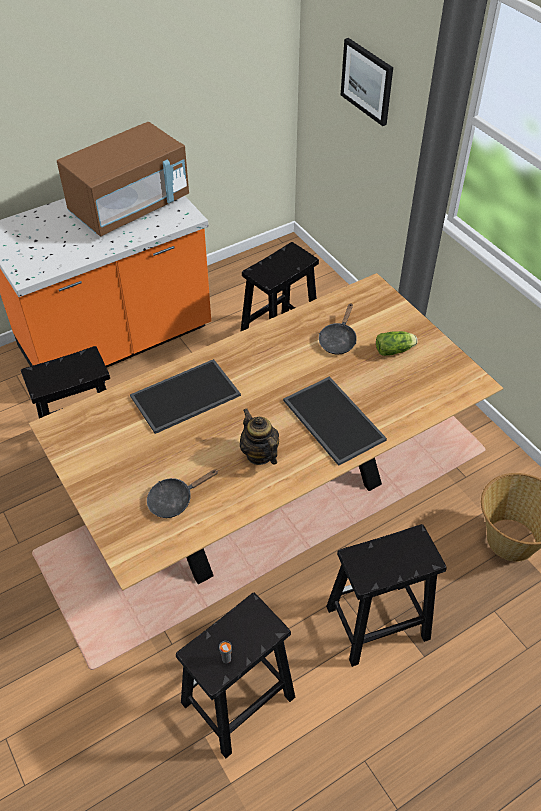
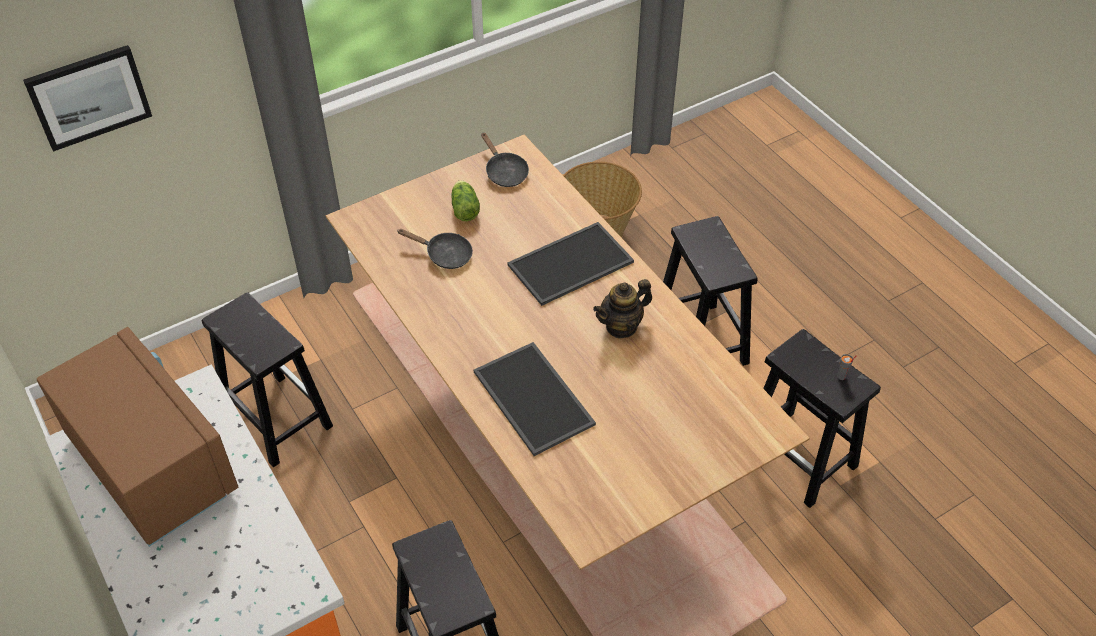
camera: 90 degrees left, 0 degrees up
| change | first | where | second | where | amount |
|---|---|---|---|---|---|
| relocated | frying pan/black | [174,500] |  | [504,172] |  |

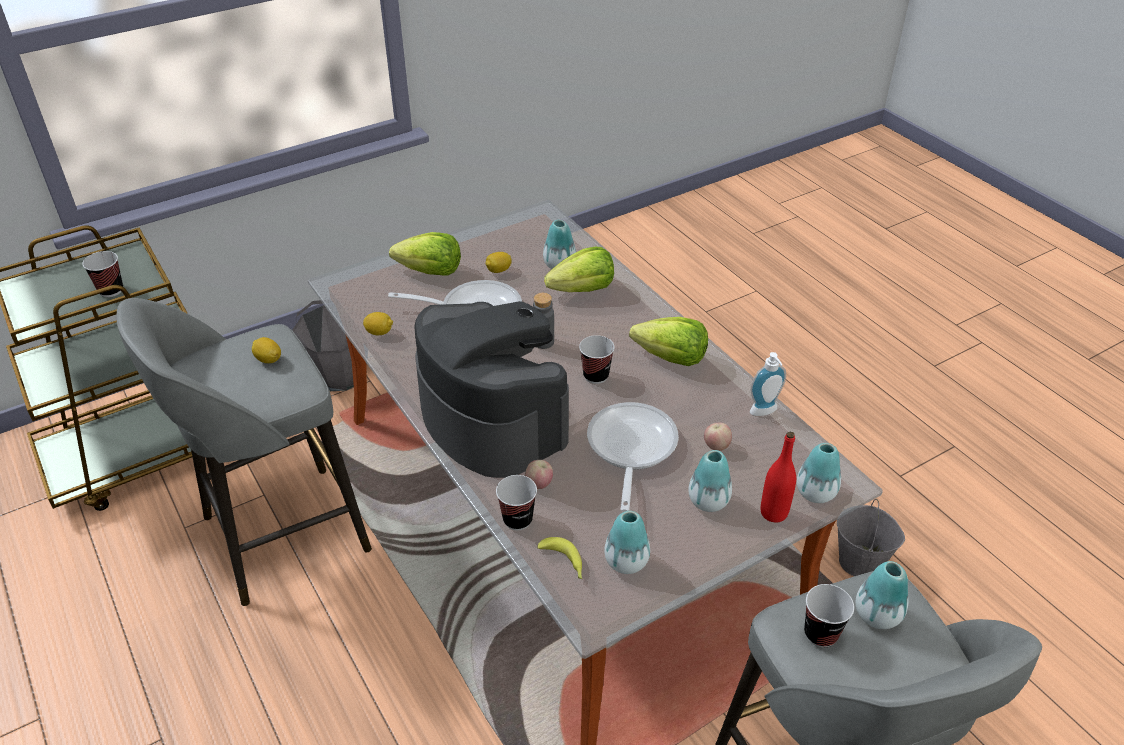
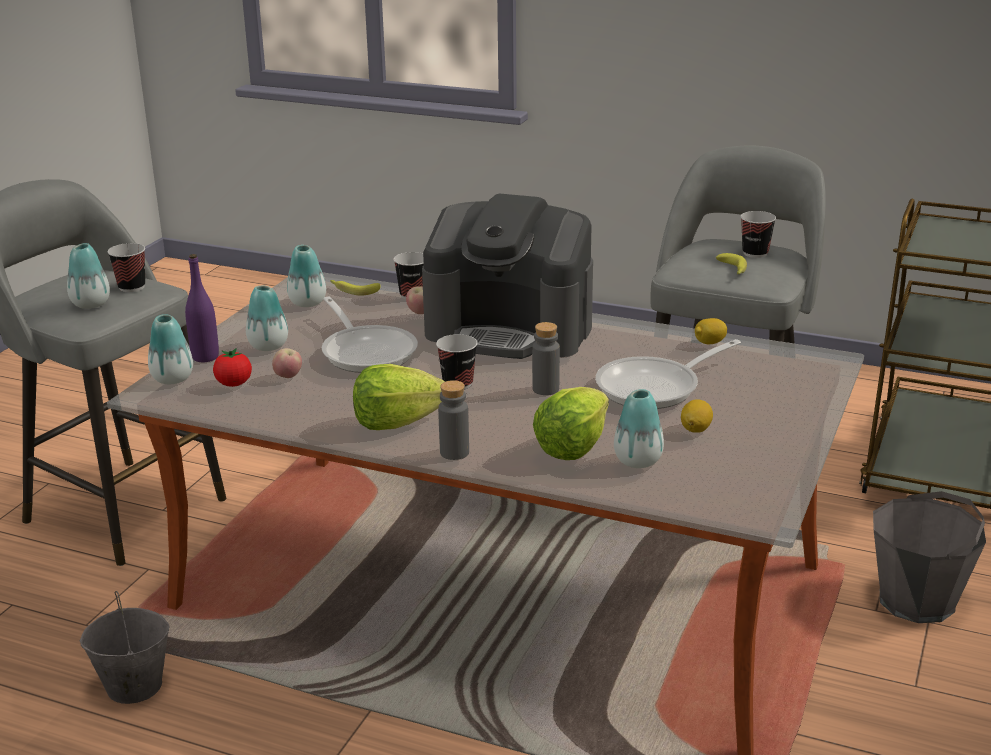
camera: 145 degrees right, 15 degrees down
| change | first | where | second | where | amount |
|---|---|---|---|---|---|
| colour | bottle/red | [773,513] | bottle/purple | [205,357] |  |
| appeared |  |  | tomato | [234,384] |  |
| appeared |  |  | bottle/grey | [454,452] |  |
| exchanged | lemon | [268,359] | banana | [732,270] |  |
| relocated | cup | [111,290] |  | [755,253] |  |
| missing | lettuce | [430,271] |  |  |  |
| missing | soap dispenser | [765,412] |  |  |  |

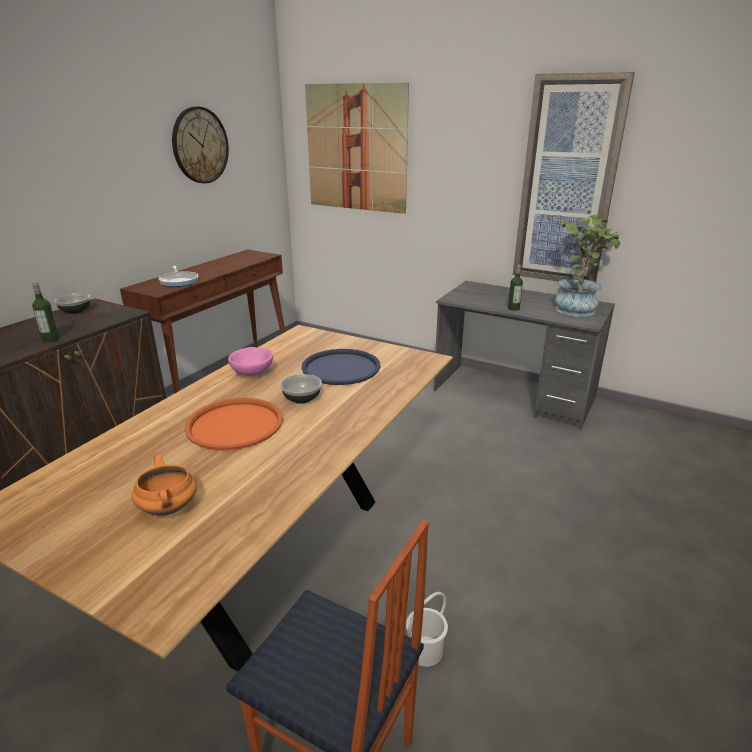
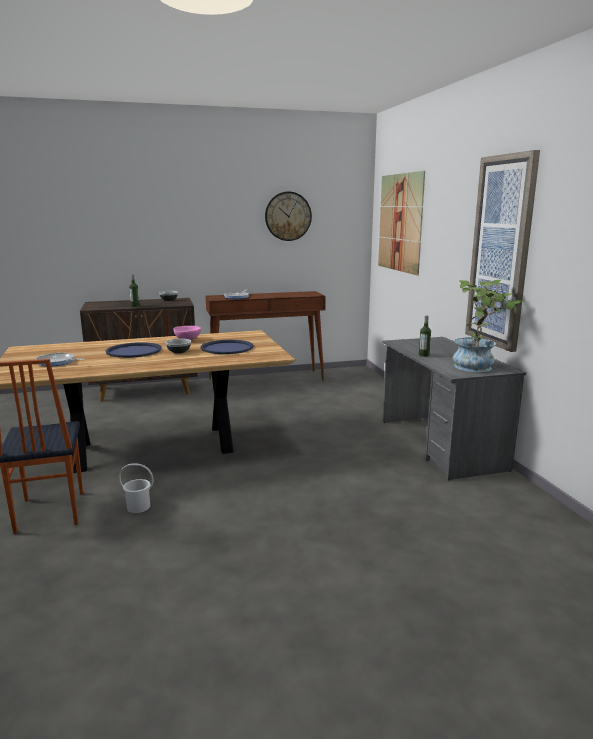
camera: 45 degrees right, 10 degrees down
| change | first | where | second | where | amount |
|---|---|---|---|---|---|
| exchanged | cooking pot/orange | [169,508] | frying pan | [57,362] |  |
| colour | tray/orange | [234,424] | tray/blue | [134,351] |  |

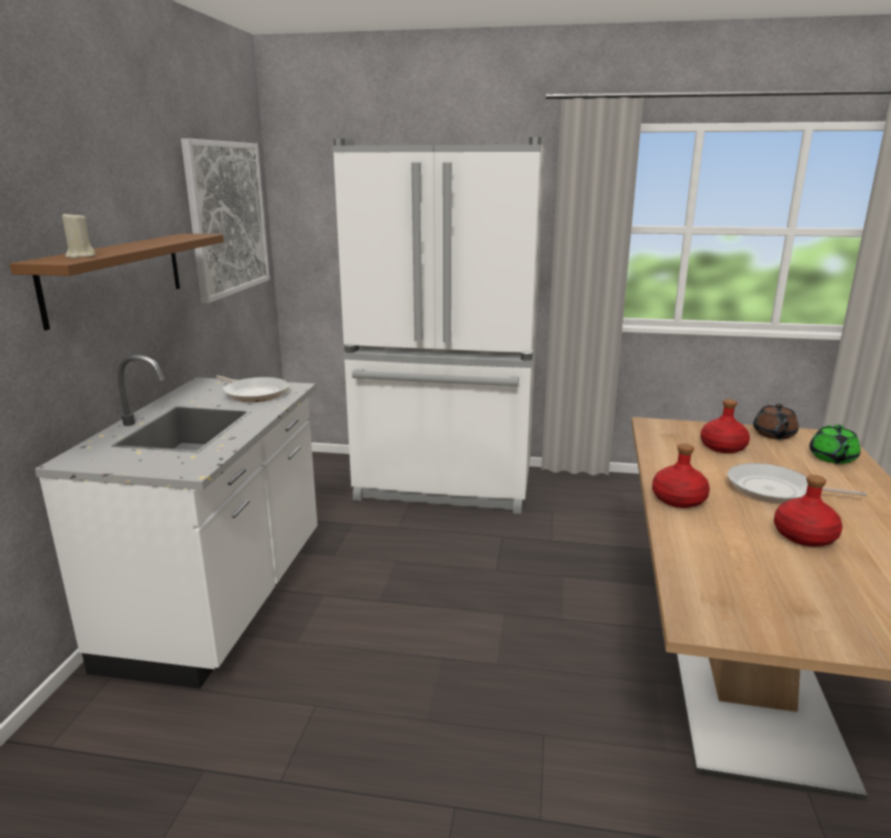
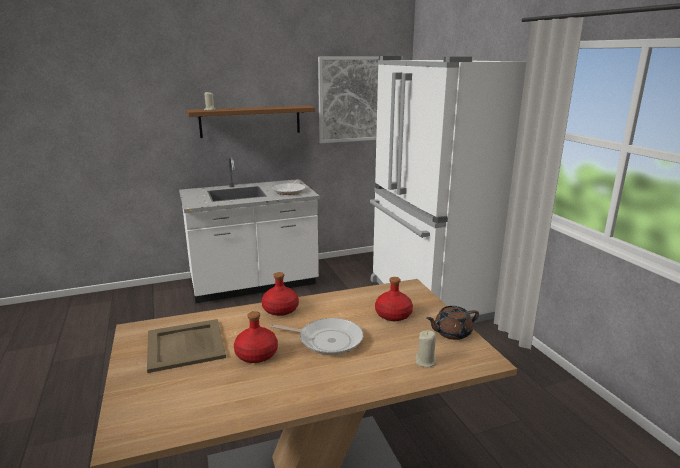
camera: 60 degrees right, 0 degrees up
| change | first | where | second | where | amount |
|---|---|---|---|---|---|
| appeared |  |  | tray/beige | [186,345] |  |
| spun | frying pan | [775,490] |  | [327,340] | 120 degrees clockwise |
| exchanged | teapot/green | [832,458] | candle/beige | [426,361] |  |

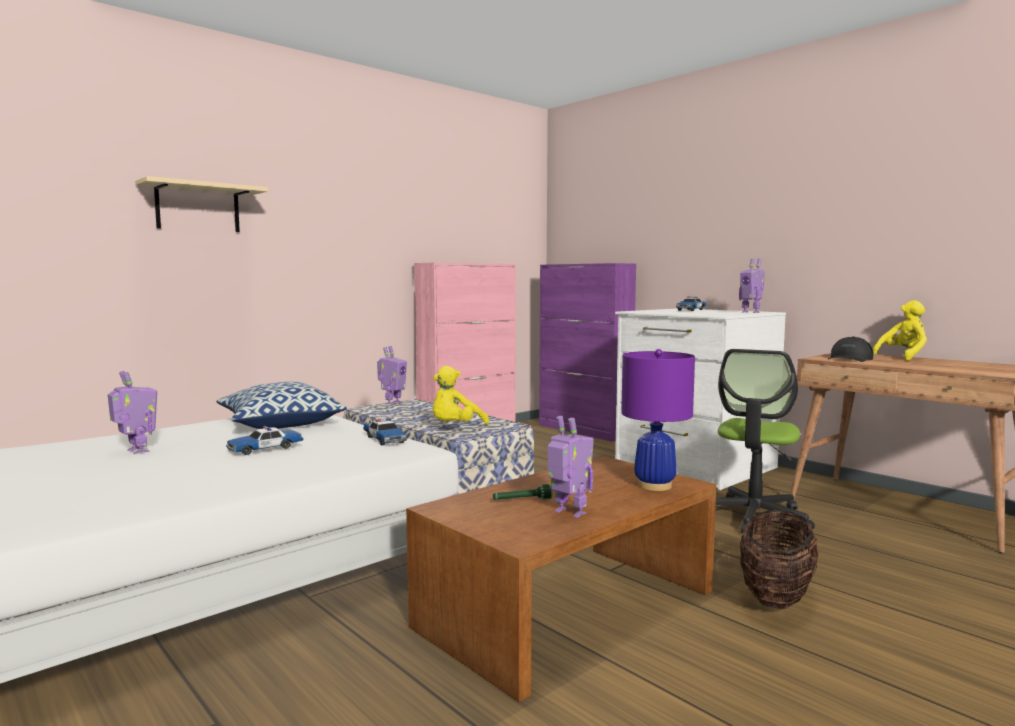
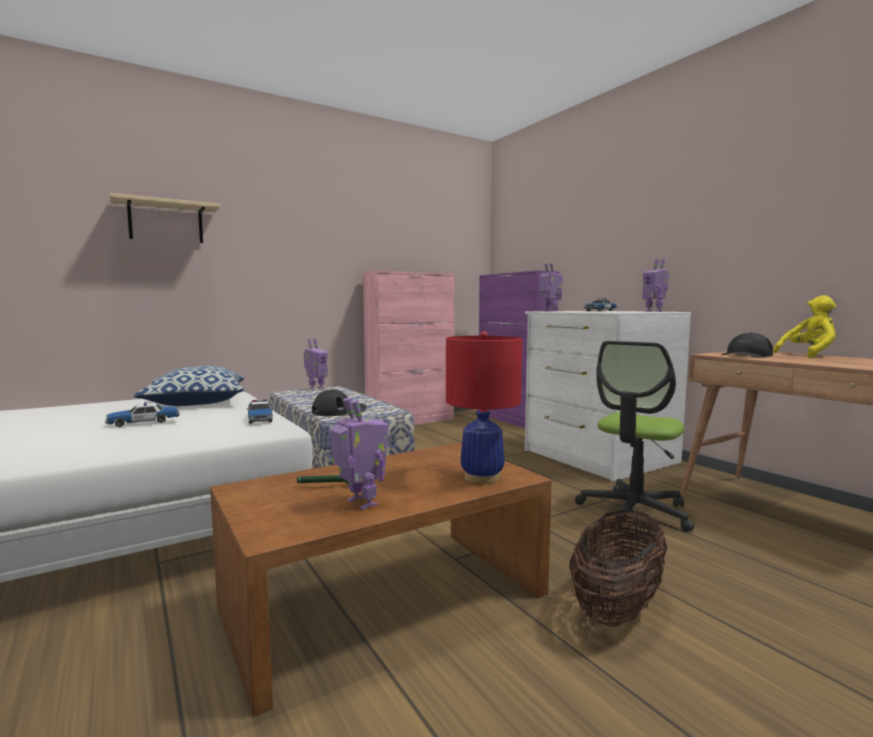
camera: 10 degrees right, 0 degrees up
| change | first | where | second | where | amount |
|---|---|---|---|---|---|
| exchanged | plush toy/yellow | [455,428] | cap/black | [339,411] |  |
| colour | table lamp/purple | [655,485] | table lamp/red | [482,477] |  |
| relocated | toy robot | [136,451] |  | [549,311] |  |

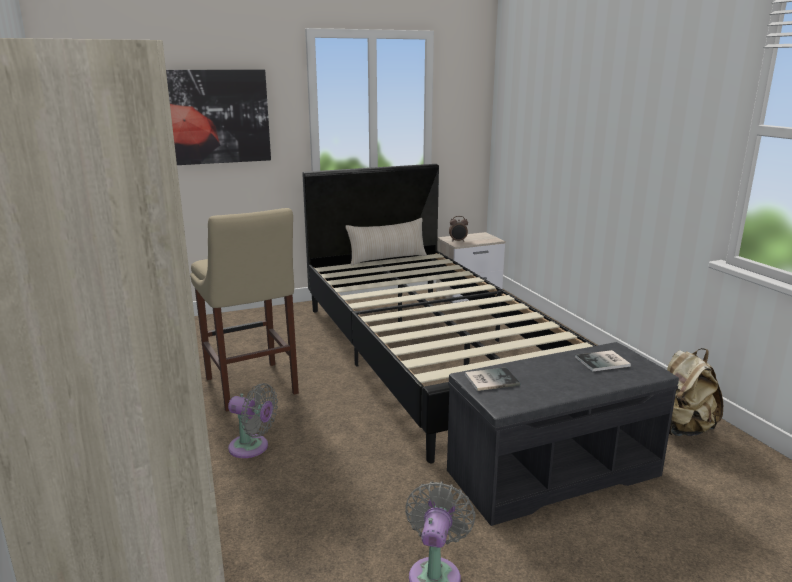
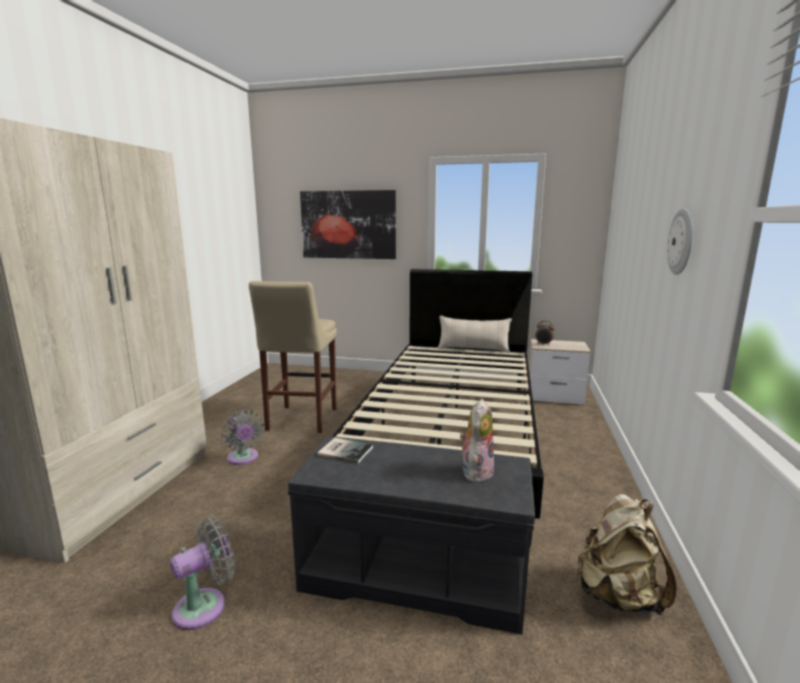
camera: 35 degrees right, 5 degrees down
| change | first | where | second | where | amount |
|---|---|---|---|---|---|
| exchanged | book | [604,362] | plush toy | [476,471] |  |
| appeared |  |  | wall clock | [682,242] |  |

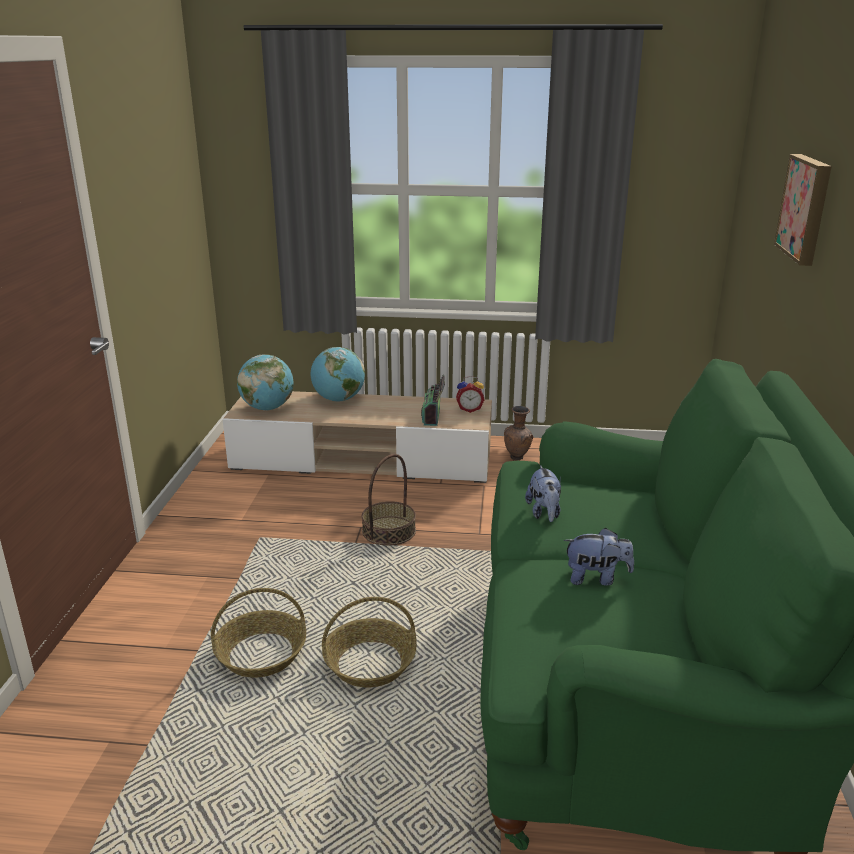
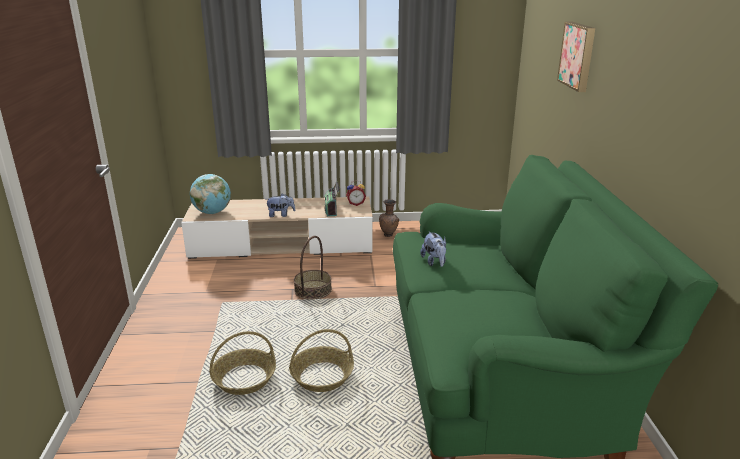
camera: 10 degrees left, 0 degrees up
| change | first | where | second | where | amount |
|---|---|---|---|---|---|
| relocated | plush toy | [596,578] |  | [281,215] |  |
| missing | globe | [338,400] |  |  |  |

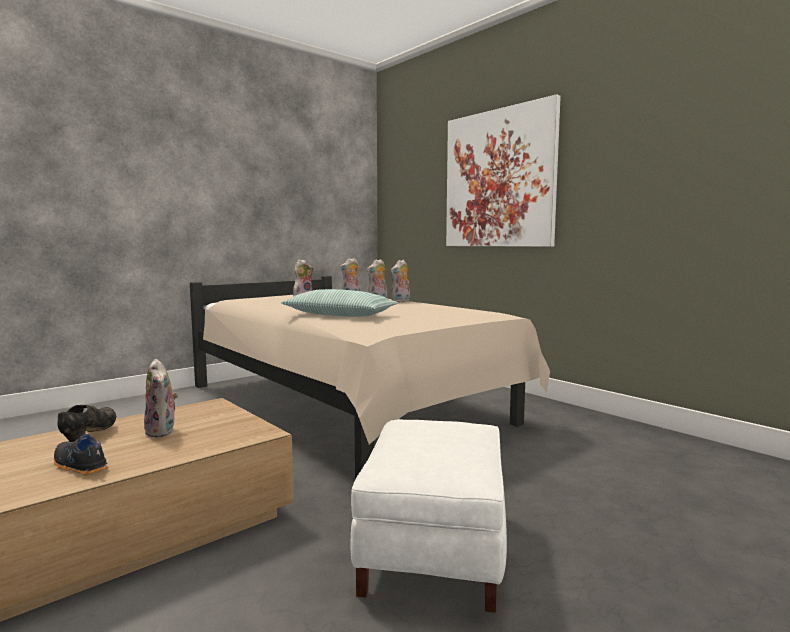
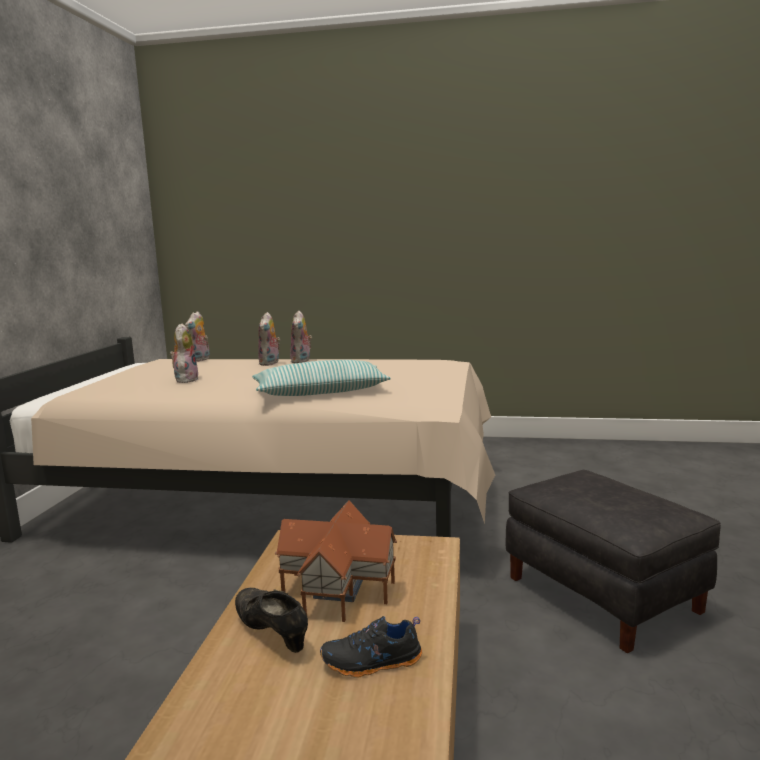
camera: 40 degrees left, 5 degrees up
| change | first | where | second | where | amount |
|---|---|---|---|---|---|
| exchanged | plush toy | [163,431] | toy house | [336,589] |  |
| colour | ottoman/white | [435,551] | ottoman/black | [603,594] |  |
| missing | picture | [499,179] |  |  |  |

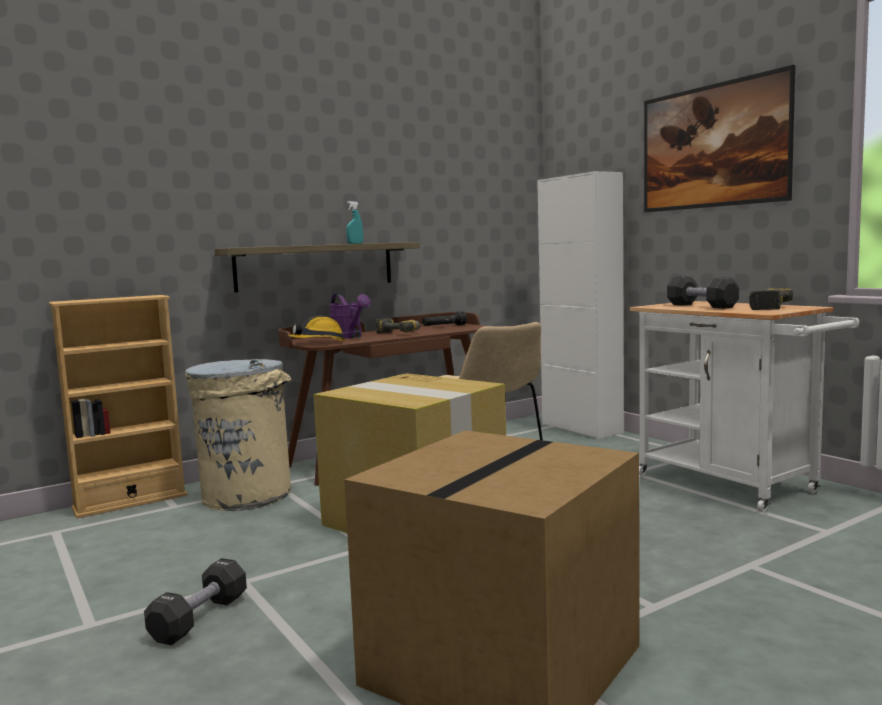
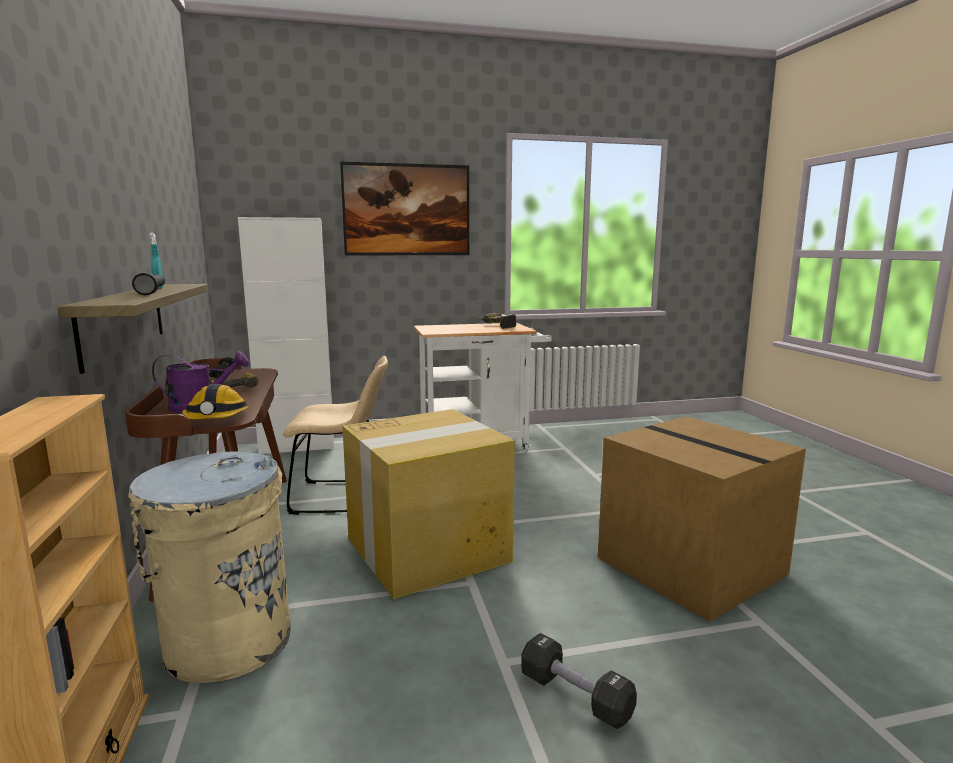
camera: 70 degrees left, 5 degrees up
| change | first | where | second | where | amount |
|---|---|---|---|---|---|
| appeared |  |  | flashlight/black | [153,292] |  |
| missing | dumbbell/black | [701,306] |  |  |  |

